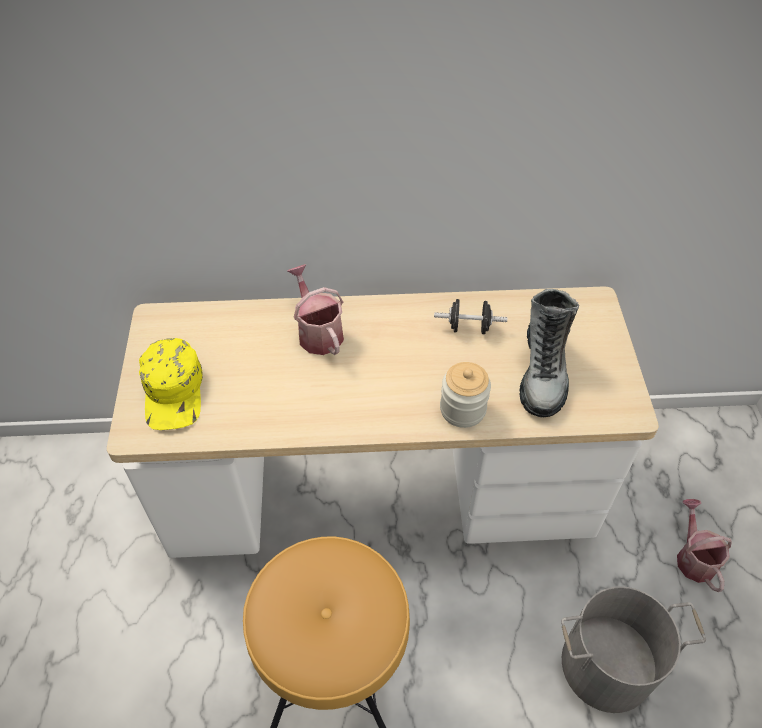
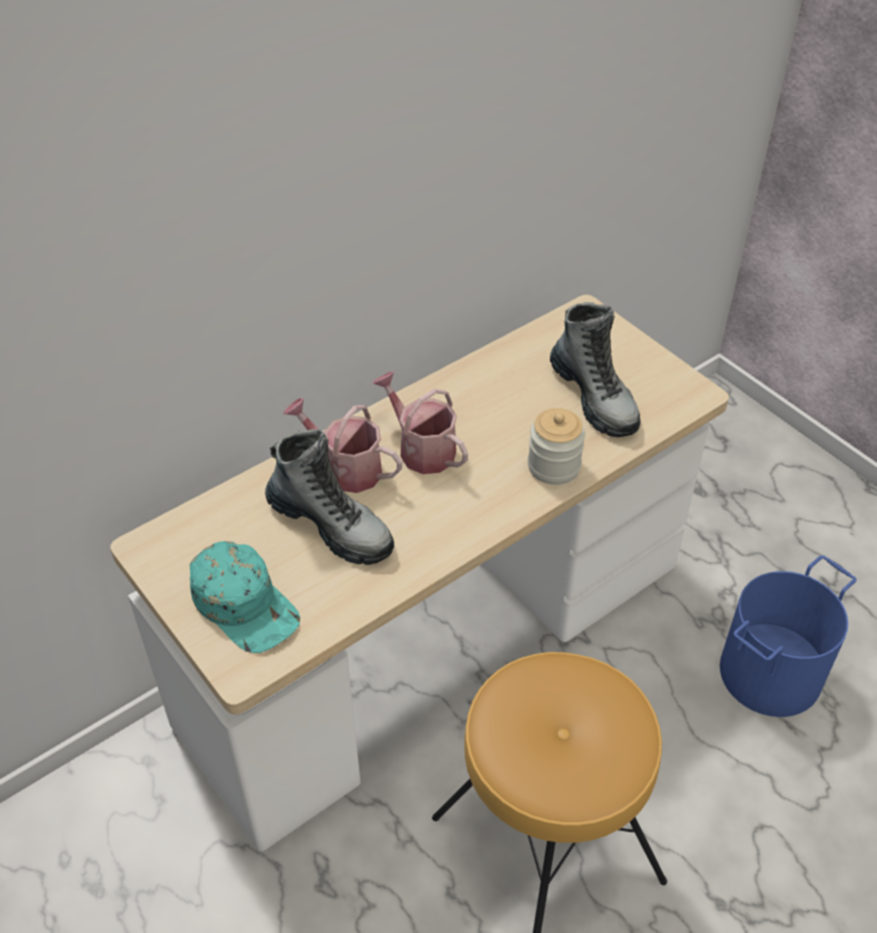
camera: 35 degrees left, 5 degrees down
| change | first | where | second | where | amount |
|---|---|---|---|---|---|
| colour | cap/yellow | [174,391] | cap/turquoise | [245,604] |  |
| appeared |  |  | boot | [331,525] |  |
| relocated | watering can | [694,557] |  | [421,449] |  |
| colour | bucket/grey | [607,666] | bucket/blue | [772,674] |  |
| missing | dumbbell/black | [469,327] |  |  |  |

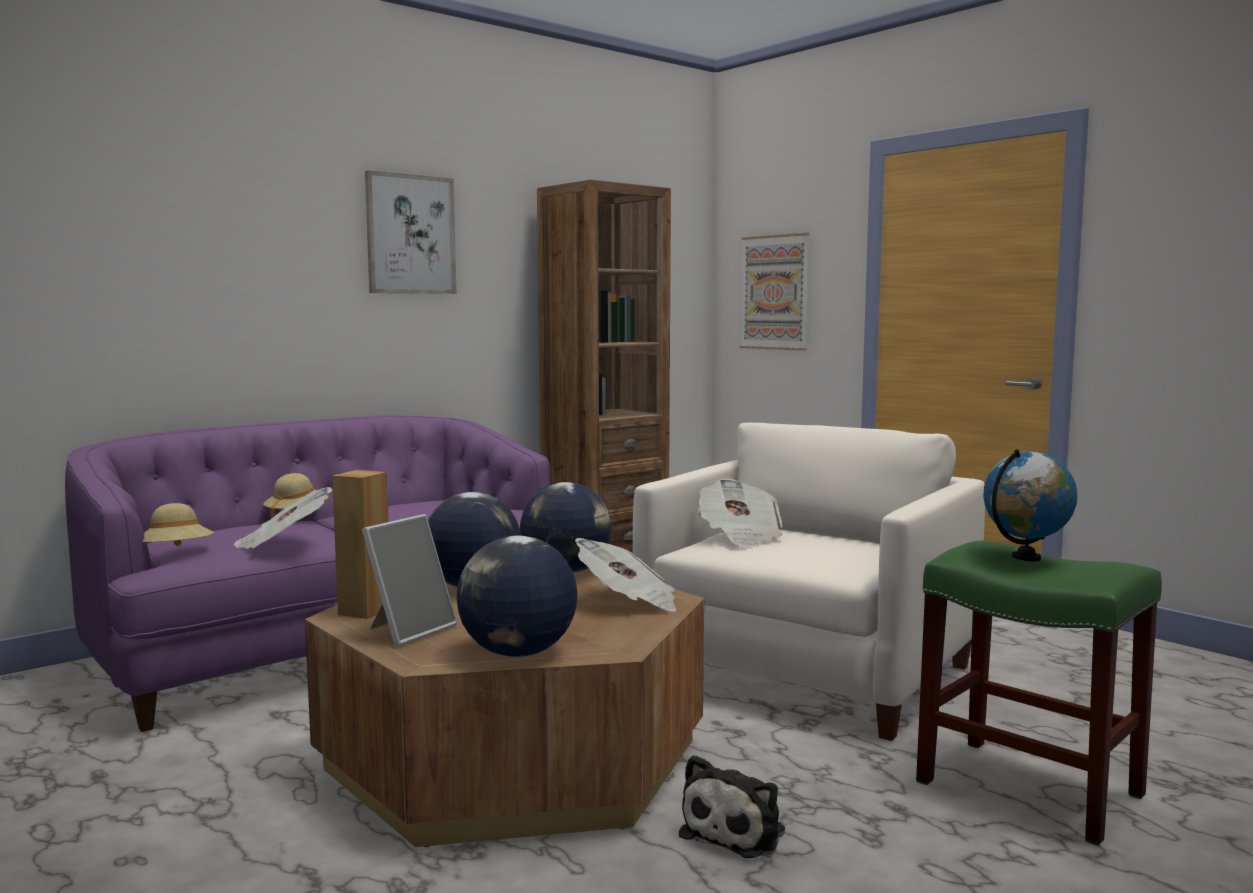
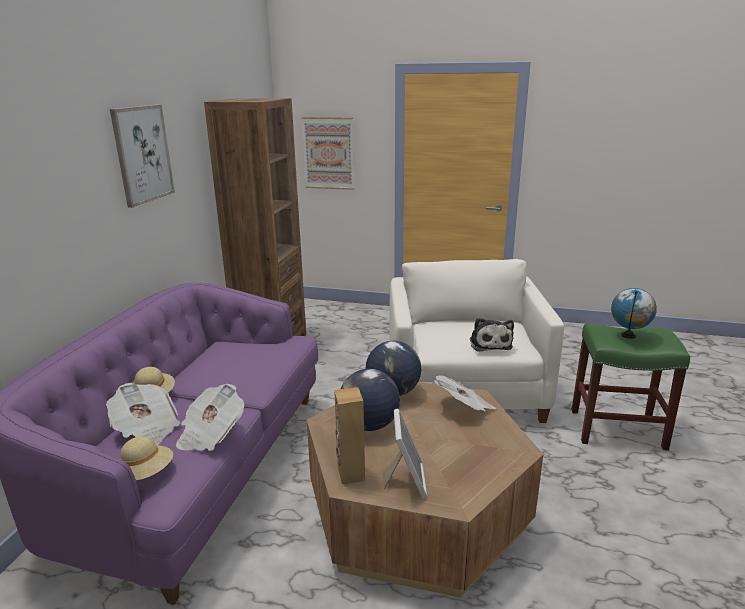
camera: 35 degrees left, 15 degrees up
| change | first | where | second | where | amount |
|---|---|---|---|---|---|
| relocated | newspaper | [740,536] |  | [146,429] |  |
| relocated | plush toy | [736,831] |  | [489,343] |  |
| missing | globe | [517,653] |  |  |  |

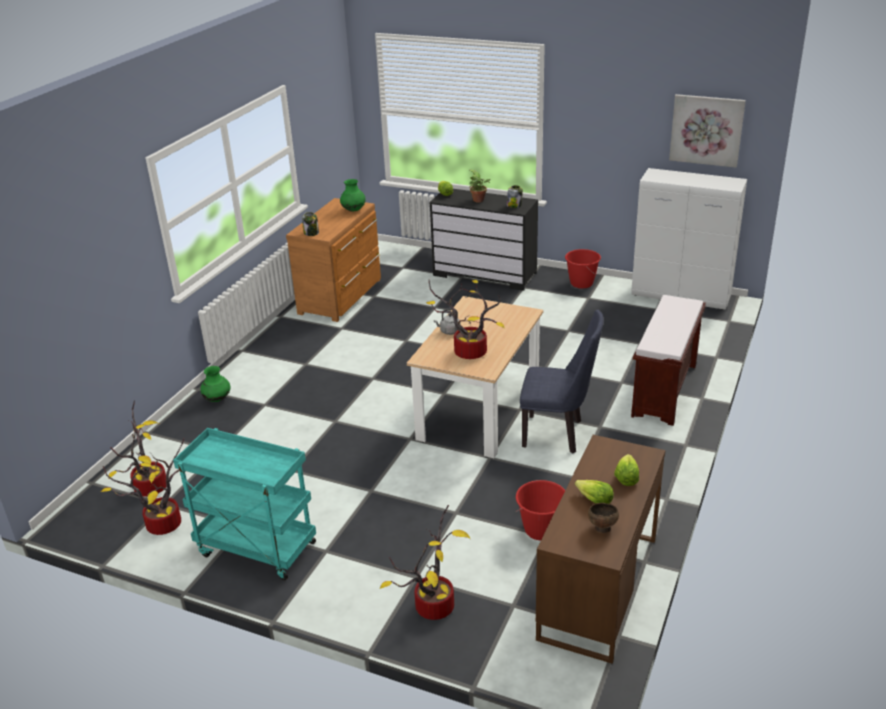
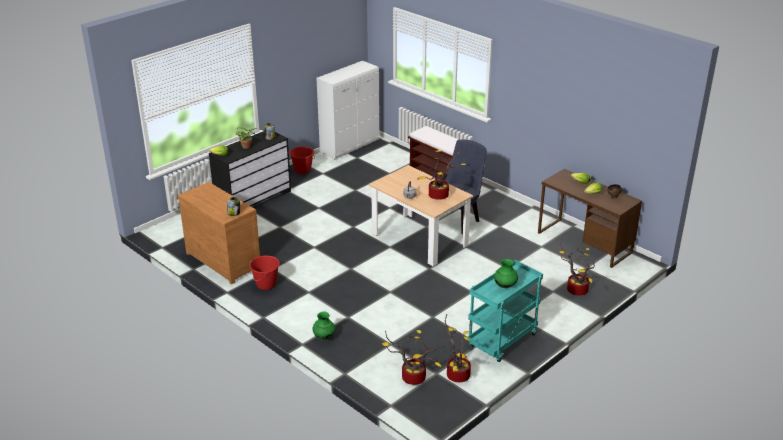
camera: 70 degrees left, 0 degrees up
| change | first | where | second | where | amount |
|---|---|---|---|---|---|
| relocated | bucket/red | [541,530] |  | [266,284] |  |
| relocated | vase/green | [353,210] |  | [505,285] |  |
| missing | picture | [706,130] |  |  |  |

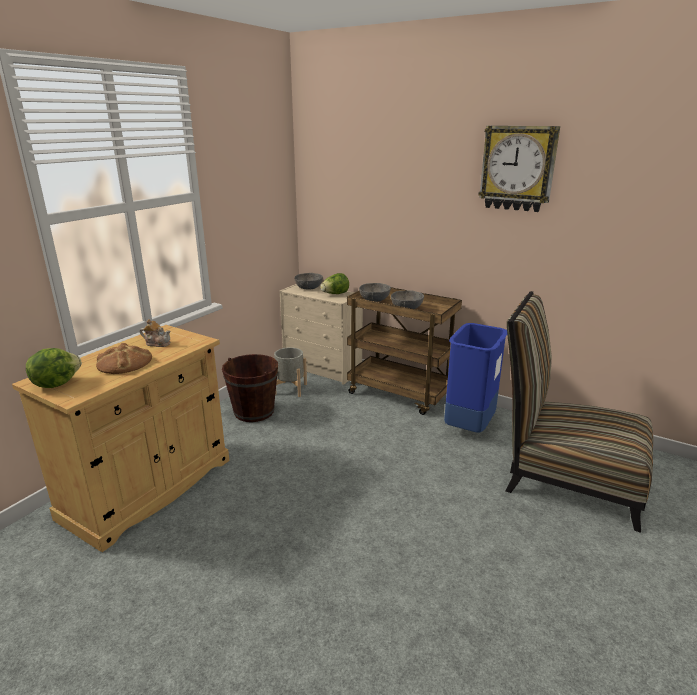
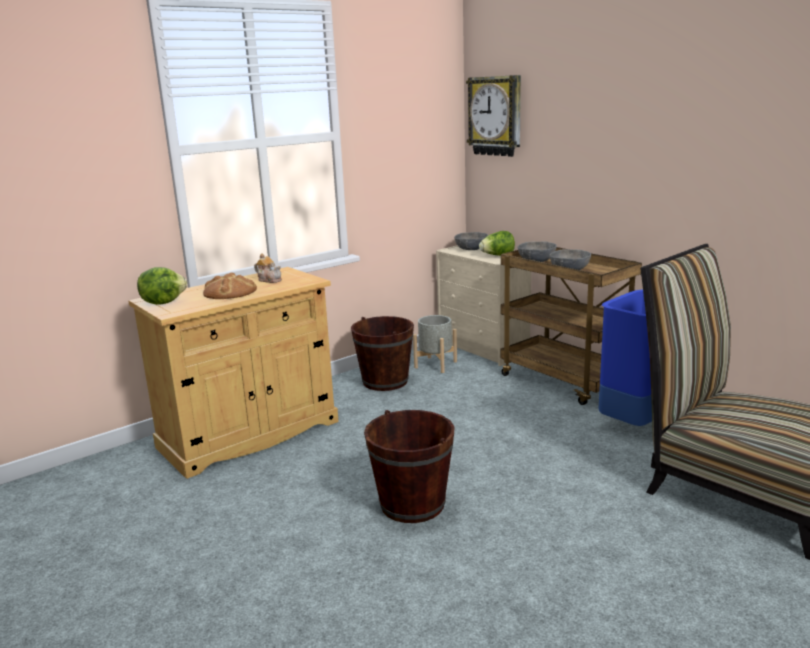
camera: 20 degrees right, 5 degrees down
| change | first | where | second | where | amount |
|---|---|---|---|---|---|
| appeared |  |  | bucket/brown | [412,504] |  |
| relocated | wall clock | [517,168] |  | [495,116] |  |

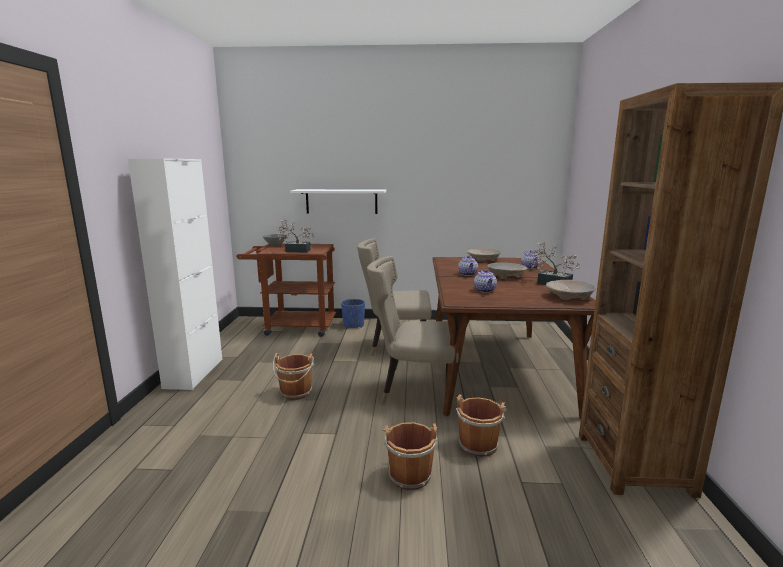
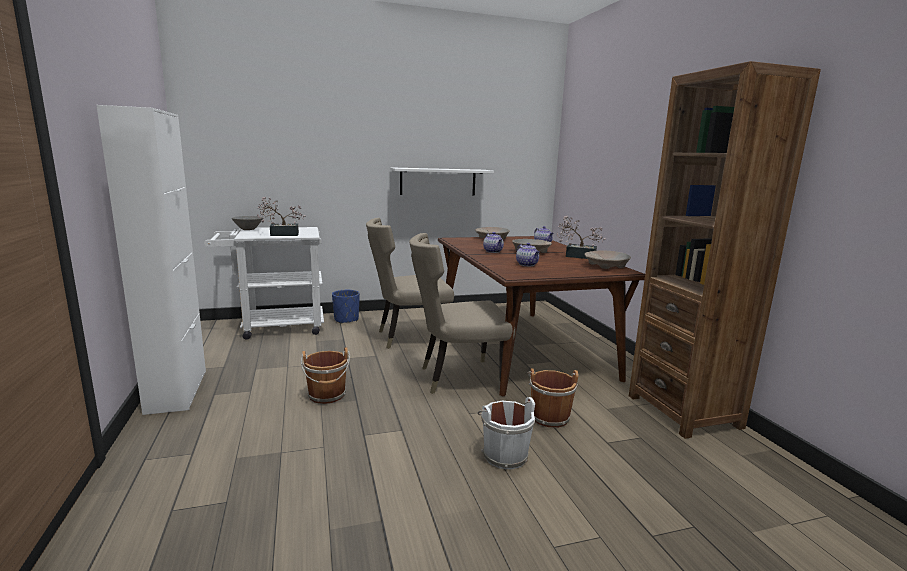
camera: 20 degrees left, 0 degrees up
| change | first | where | second | where | amount |
|---|---|---|---|---|---|
| colour | cart/brown | [293,327] | cart/white | [274,327] |  |
| relocated | shelf/white | [341,201] |  | [438,181] |  |
| colour | bucket/brown | [409,474] | bucket/white | [503,455] |  |

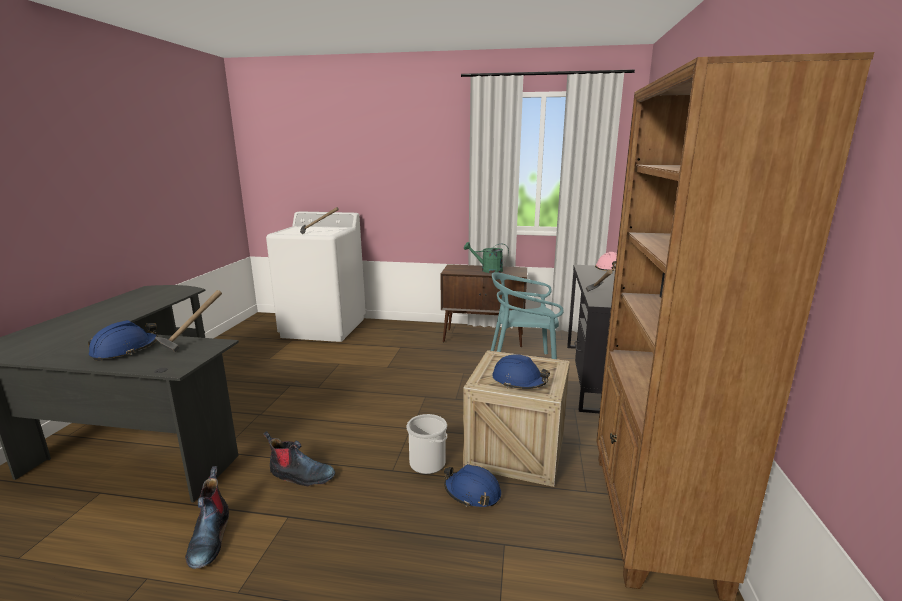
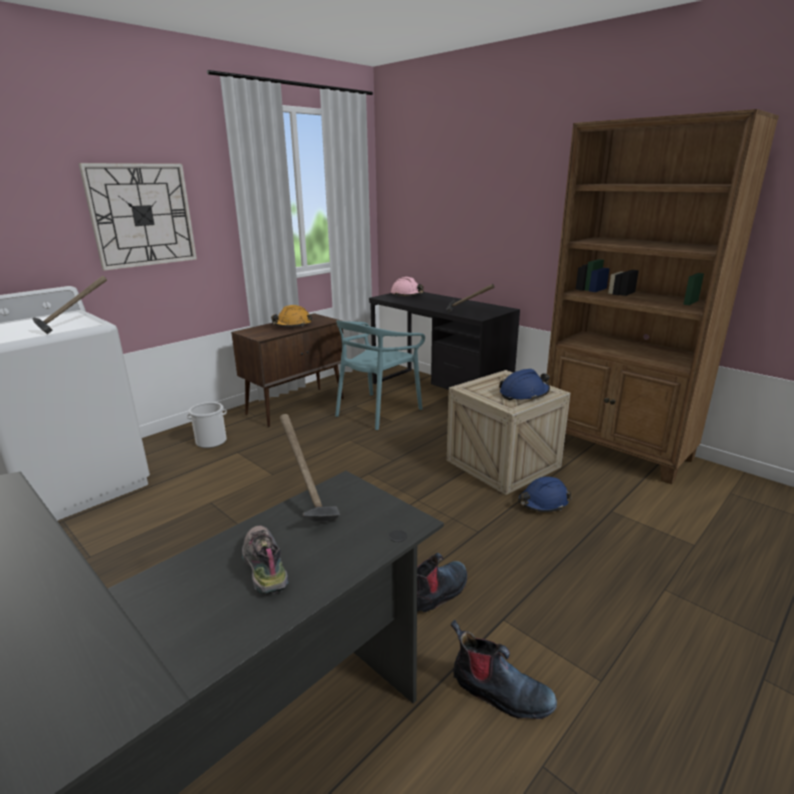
camera: 55 degrees left, 5 degrees up
| change | first | where | second | where | amount |
|---|---|---|---|---|---|
| appeared |  |  | wall clock | [142,215] |  |
| relocated | bucket | [428,463] |  | [211,441] |  |
| exchanged | hard hat/blue | [125,350] | shoe | [263,566] |  |
| exchanged | watering can/green | [487,270] | hard hat/orange | [292,325] |  |

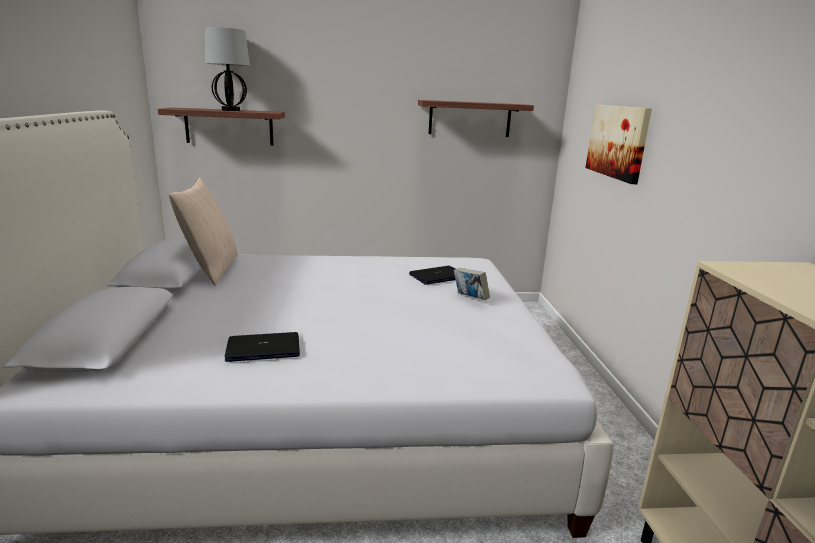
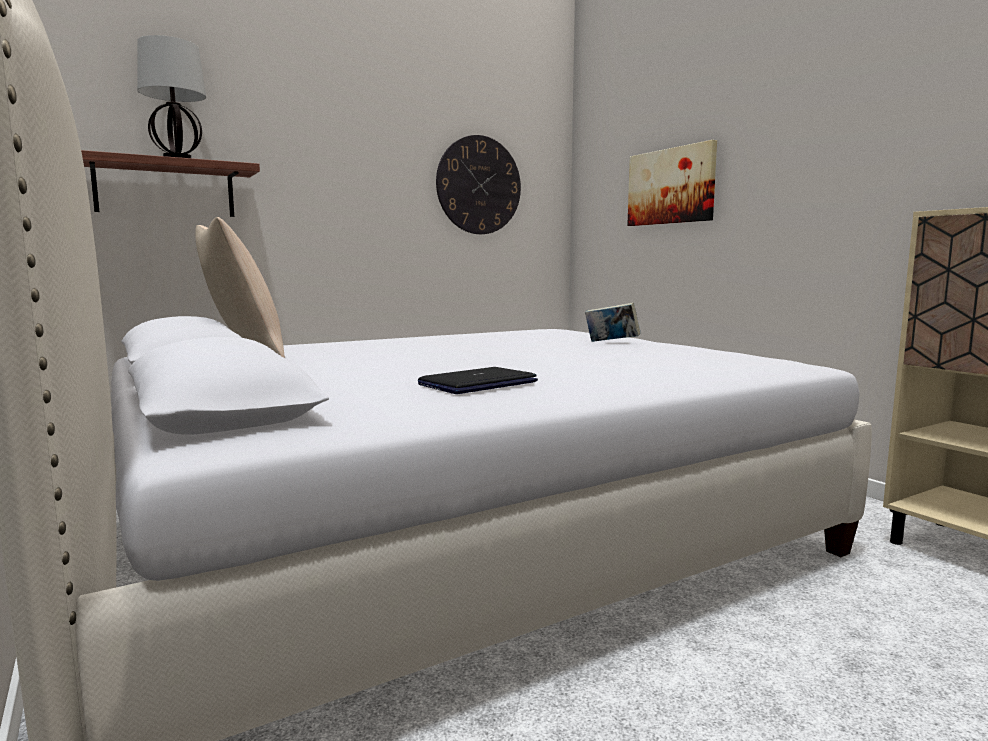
camera: 25 degrees left, 10 degrees down
| change | first | where | second | where | amount |
|---|---|---|---|---|---|
| exchanged | shelf | [470,118] | wall clock | [479,185] |  |
| missing | laptop | [437,276] |  |  |  |

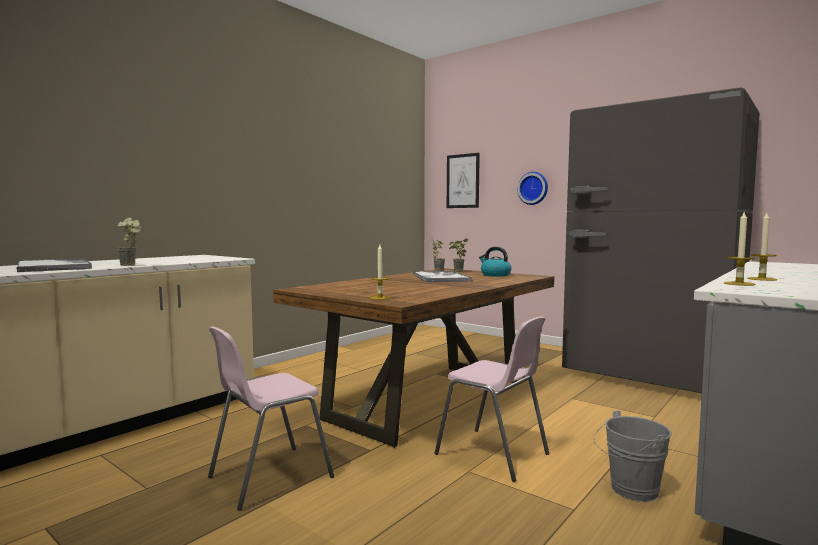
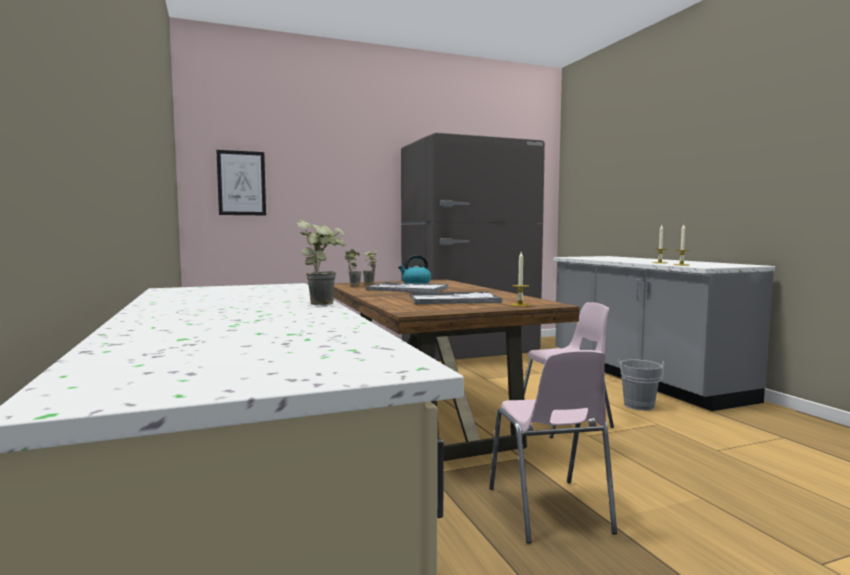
camera: 60 degrees left, 0 degrees up
| change | first | where | second | where | amount |
|---|---|---|---|---|---|
| relocated | tray | [54,267] |  | [455,300] |  |
| missing | wall clock | [533,188] |  |  |  |

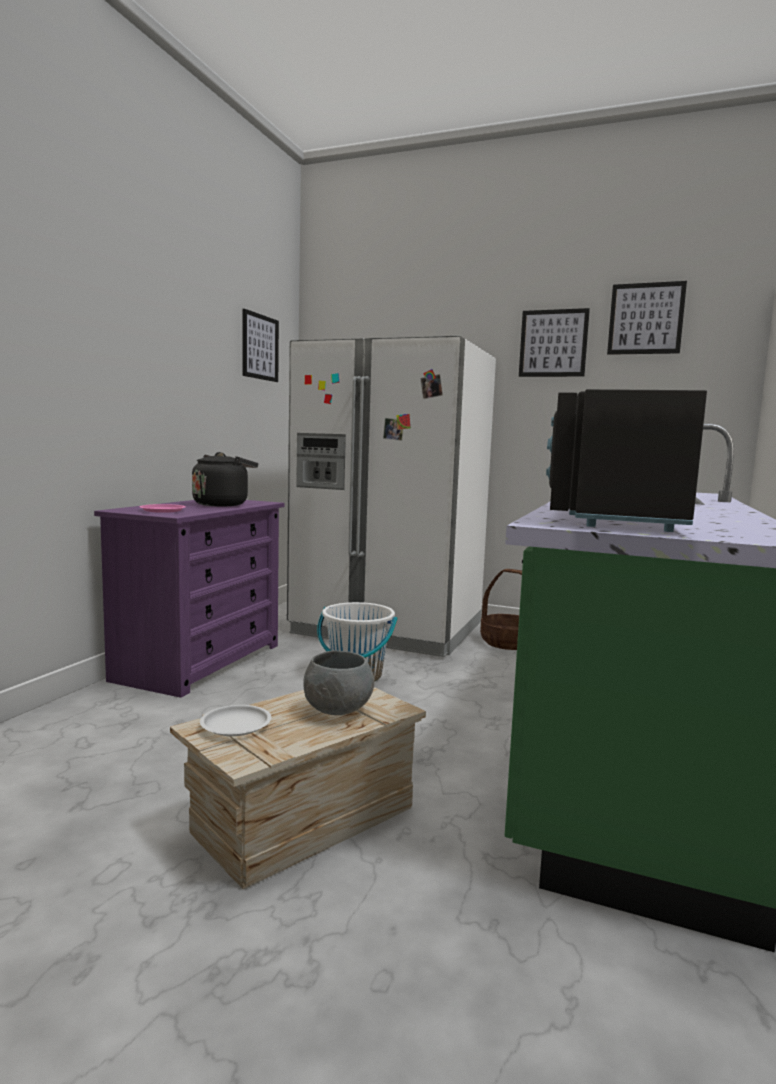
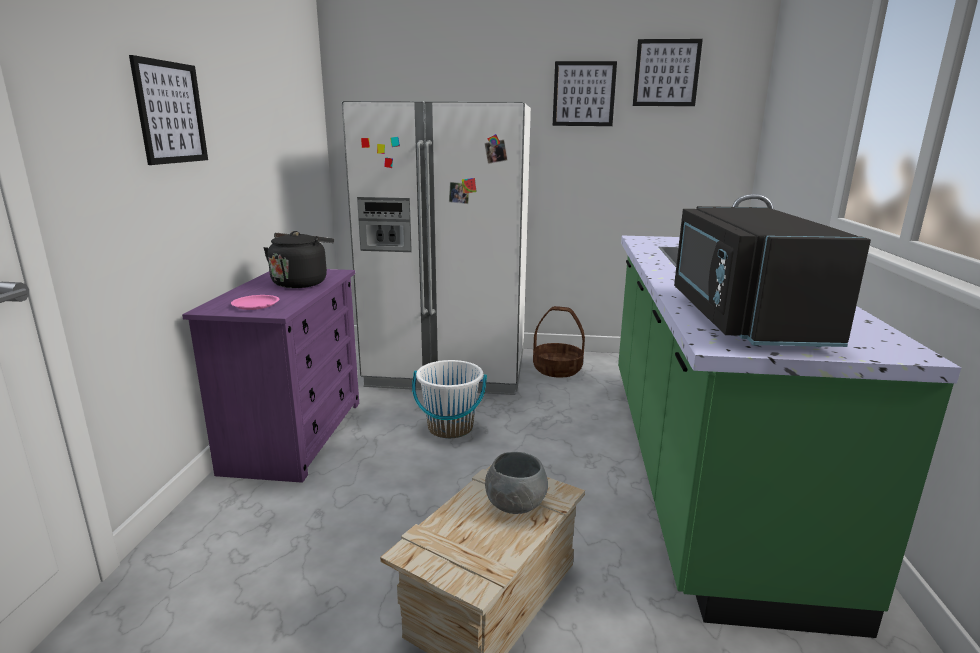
camera: 15 degrees left, 10 degrees up
| change | first | where | second | where | amount |
|---|---|---|---|---|---|
| relocated | picture | [260,347] |  | [170,112] |  |
| missing | plate/white | [236,725] |  |  |  |

